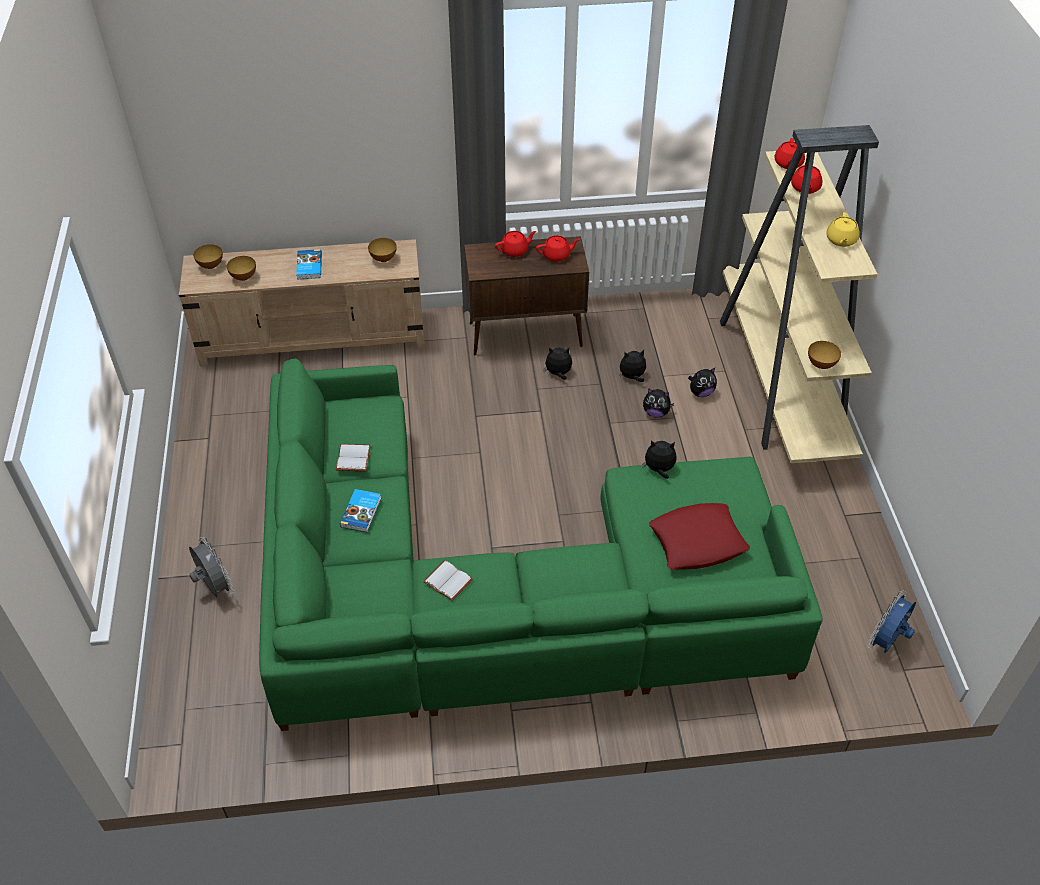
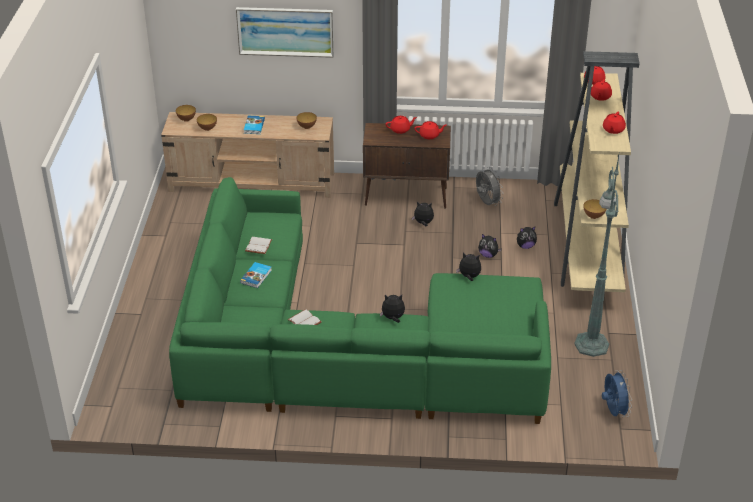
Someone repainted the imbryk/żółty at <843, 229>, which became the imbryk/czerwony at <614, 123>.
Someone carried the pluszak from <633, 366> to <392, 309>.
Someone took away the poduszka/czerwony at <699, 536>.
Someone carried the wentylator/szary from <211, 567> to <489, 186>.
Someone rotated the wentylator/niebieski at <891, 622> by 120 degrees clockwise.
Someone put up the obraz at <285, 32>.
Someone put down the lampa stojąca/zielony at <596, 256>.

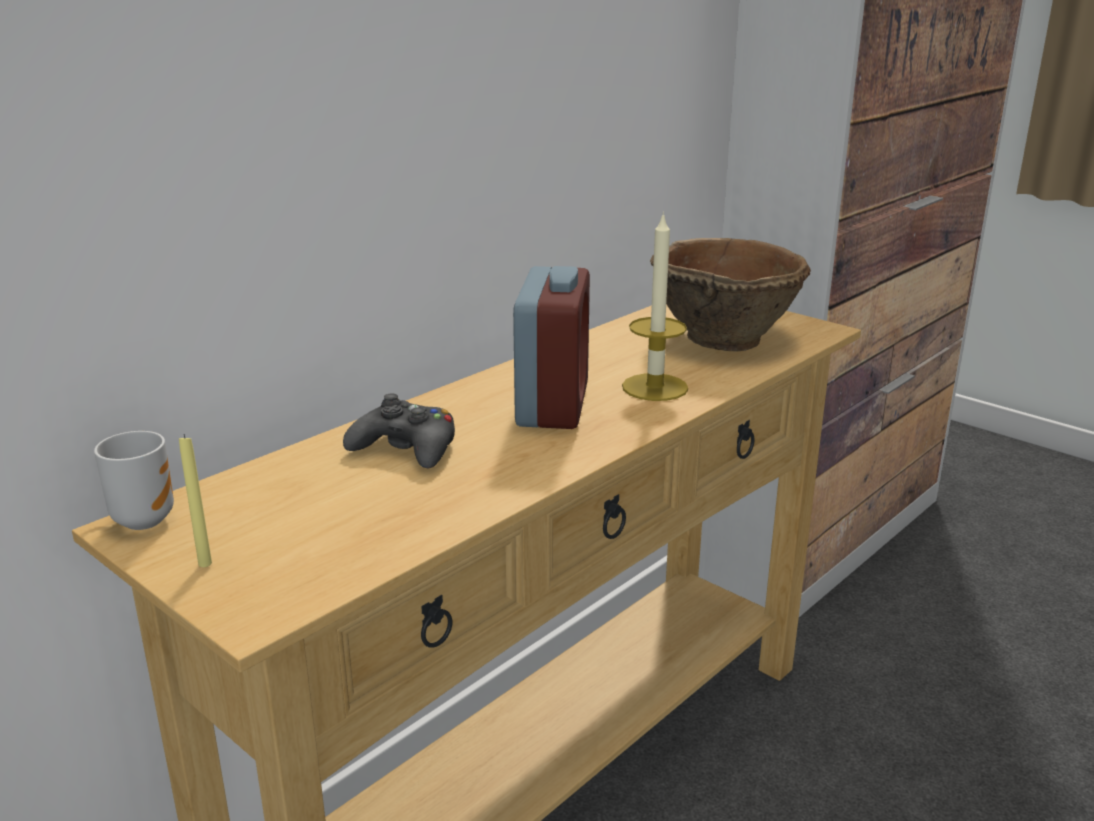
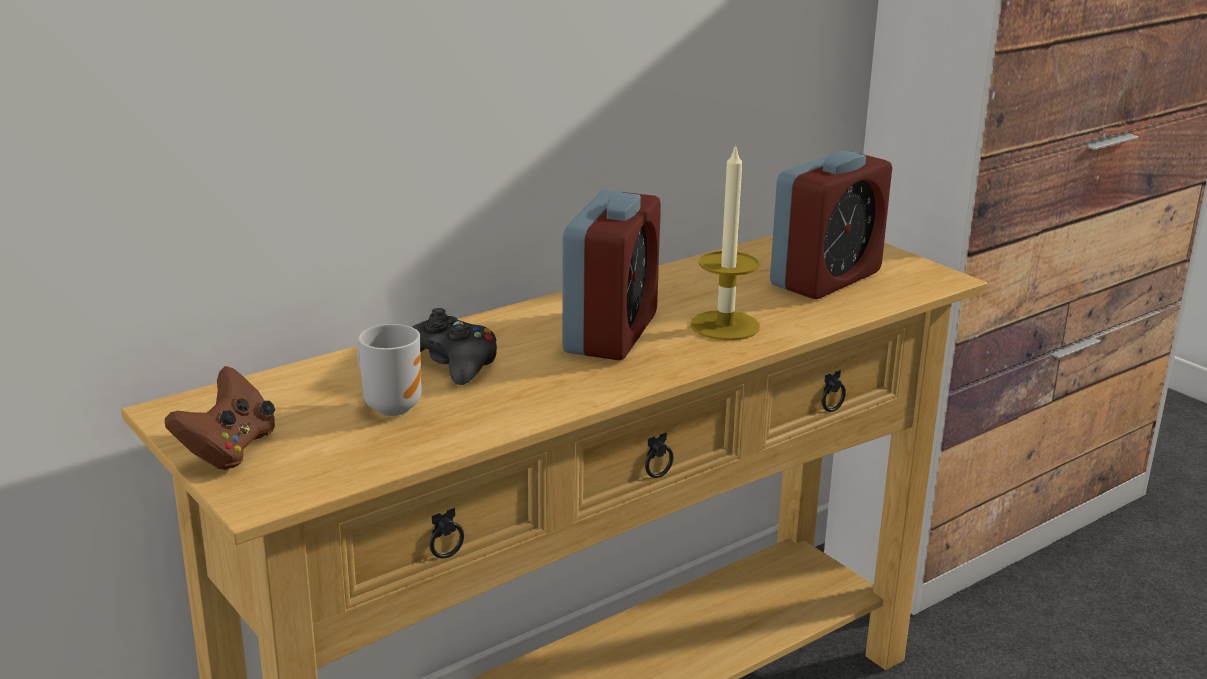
Someone swapped the miska/brązowy at <730, 295> for the budzik at <831, 224>.
Someone carried the kubek from <134, 480> to <389, 370>.
Someone swapped the świeca/żółty at <195, 500> for the pad do gier/brązowy at <220, 418>.

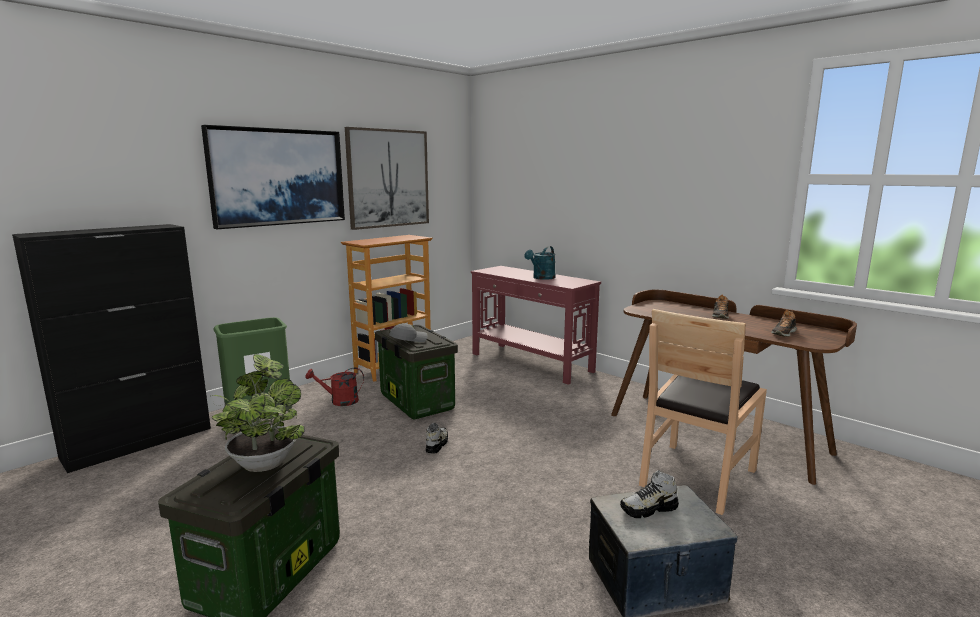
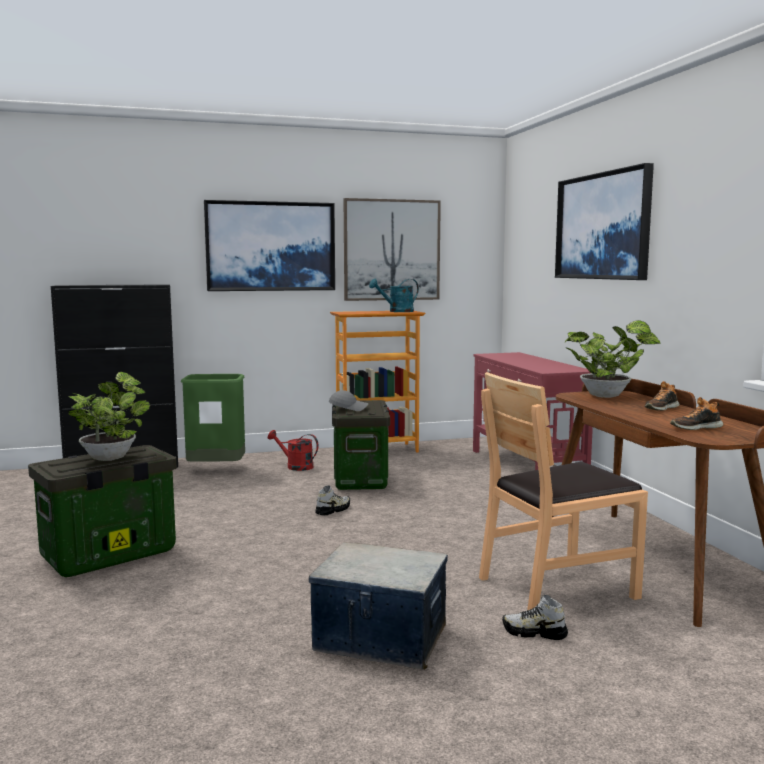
Someone carried the konewka/turkusowy from <539, 263> to <394, 295>.
Someone carried the but from <649, 494> to <535, 617>.
Someone put up the obraz at <604, 221>.
Someone put down the roślina doniczkowa at <613, 359>.

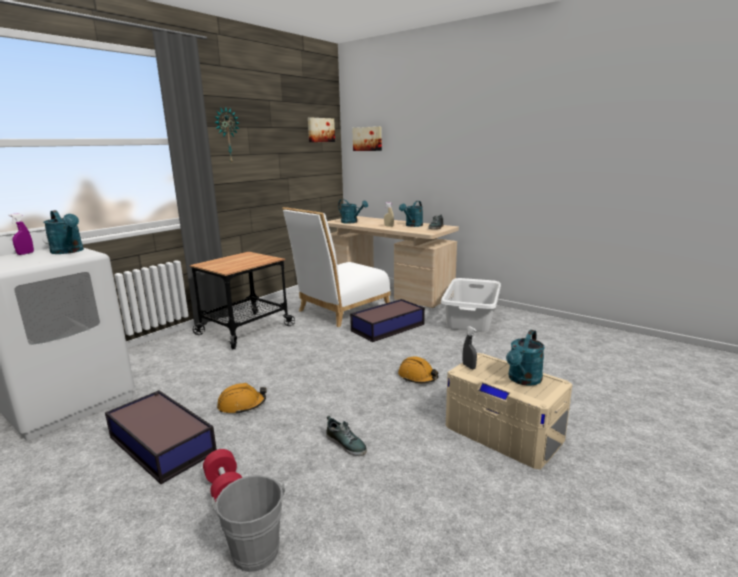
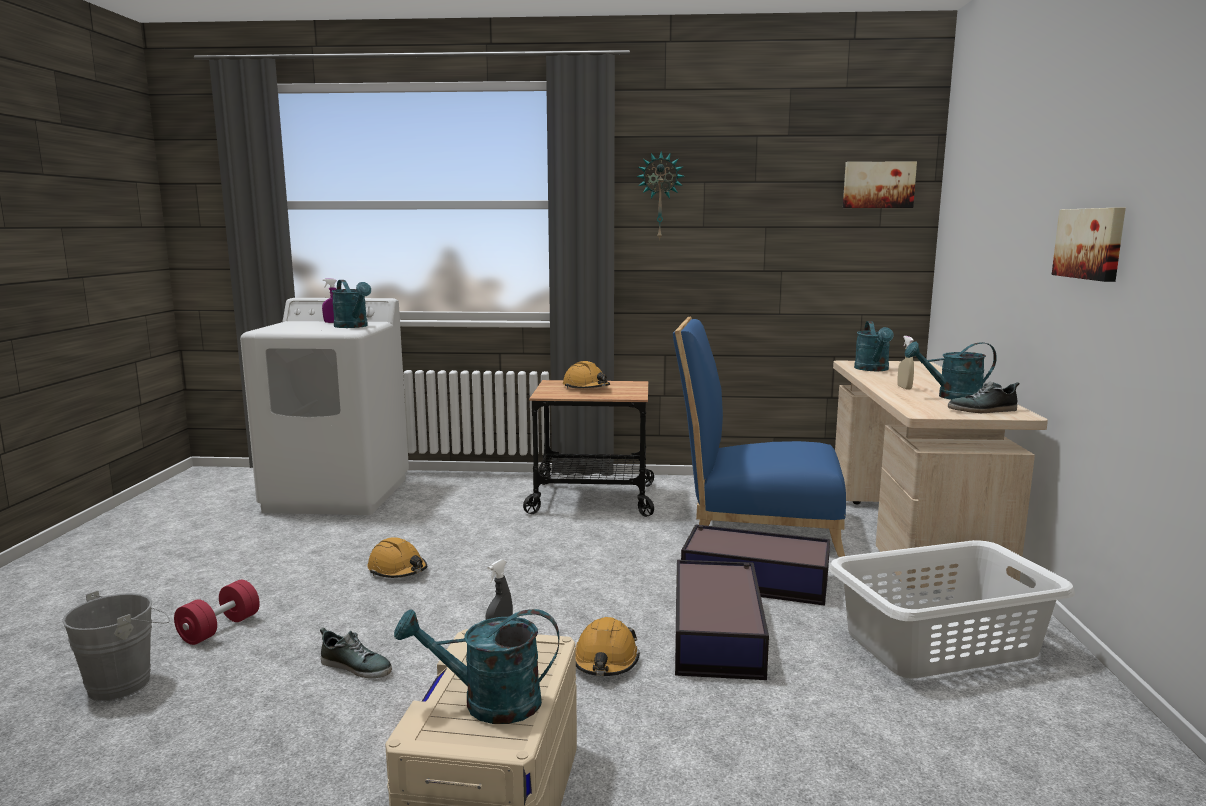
Someone carried the obraz from <367, 139> to <1089, 245>.
Someone repainted the krzesło/biały at <336, 267>, which became the krzesło/niebieski at <759, 436>.
Someone rotated the konewka/turkusowy at <63, 232> by 45 degrees counterclockwise.
Someone carried the pojemnik do przechowywania from <161, 437> to <722, 620>.
Someone rotated the but at <346, 436> by 75 degrees counterclockwise.
Someone put down the kask/pomarańczowy at <586, 375>.

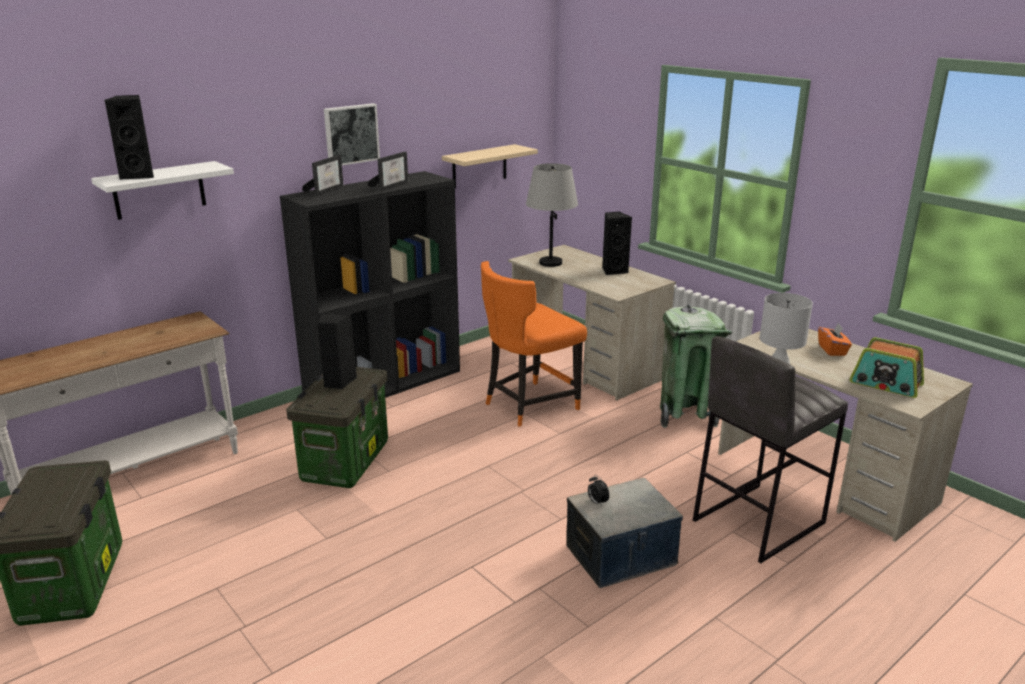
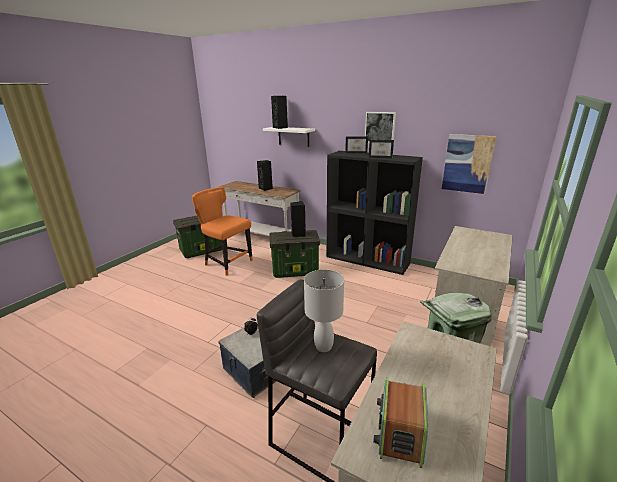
Someone swapped the półka/beżowy at <490, 166> for the obraz at <469, 164>.
Someone took away the lampa stołowa/szary at <552, 215>.
Someone carried the głośnik/czarny from <617, 243> to <265, 175>.
Someone carried the krzesło/pomarańczowy from <534, 344> to <222, 231>.
Someone took away the pudełko chusteczek/pomarańczowy at <835, 339>.

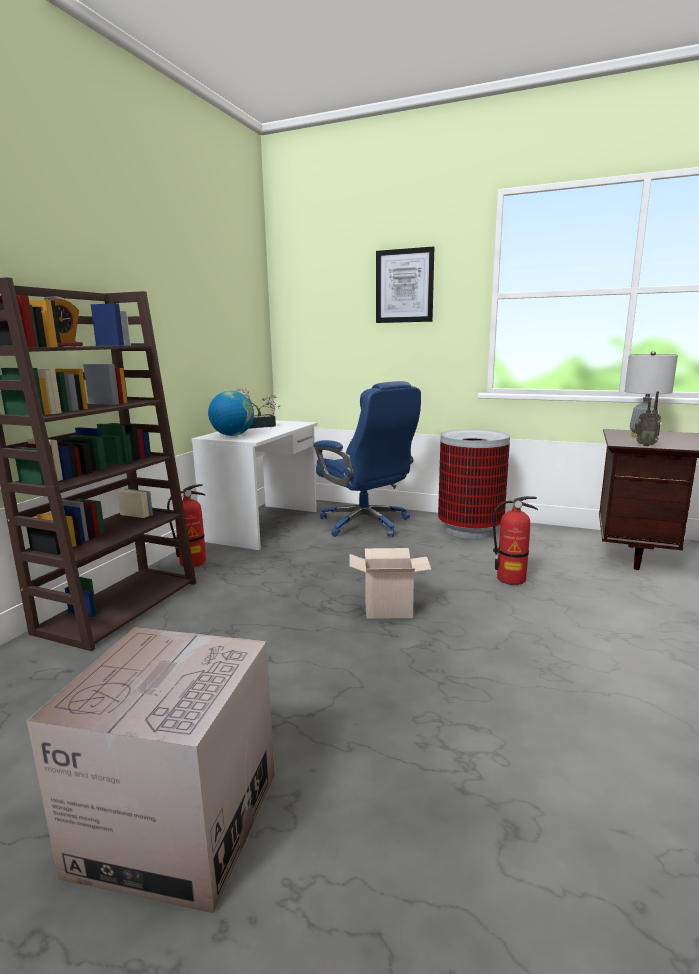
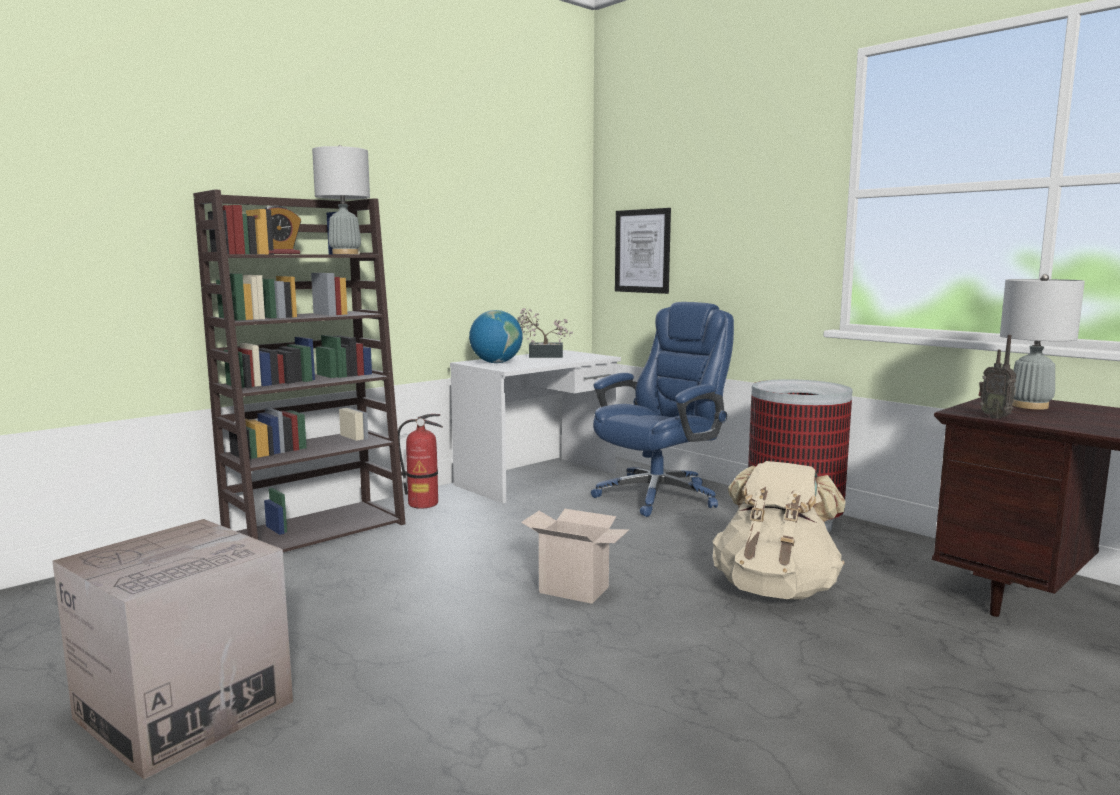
Someone carried the obraz from <405, 284> to <643, 251>.
Someone rotated the krzesło biurowe/niebieski at <367, 459> by 120 degrees counterclockwise.
Someone swapped the gaśnica at <515, 540> for the plecak/beżowy at <779, 530>.
Someone put down the lampa stołowa/szary at <341, 199>.

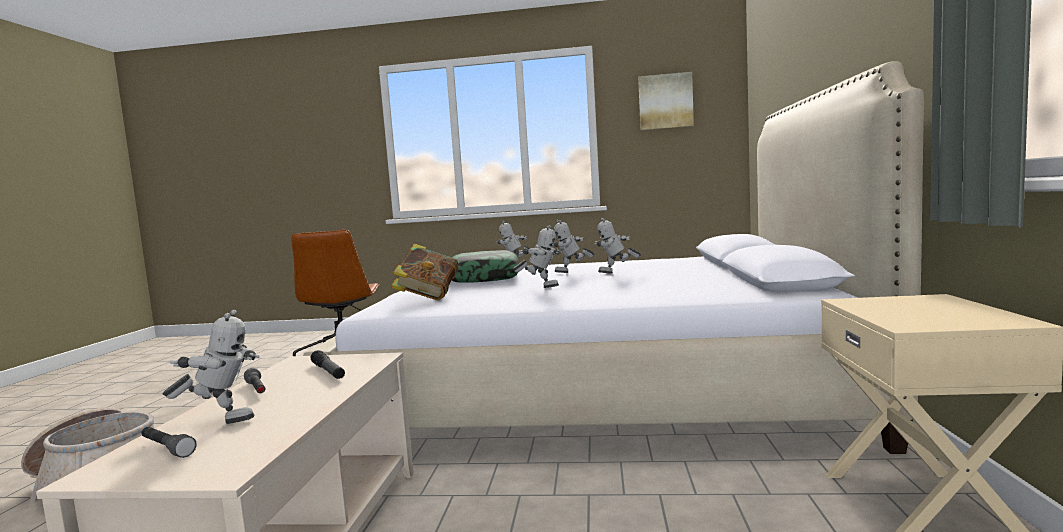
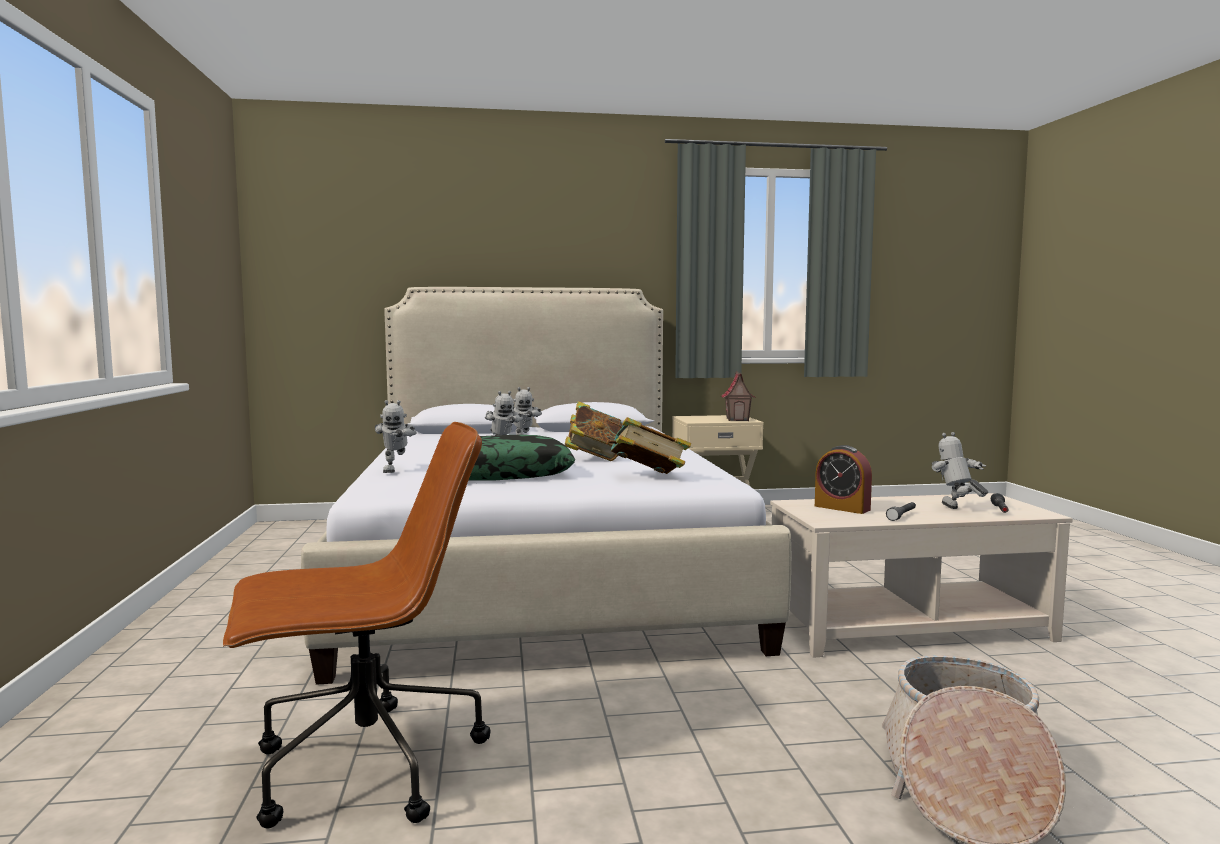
Someone took away the obraz at <666, 101>.
Someone swapped the robot zabawkowy at <537, 256> for the książka at <594, 431>.
Someone swapped the latarka at <328, 364> for the budzik at <843, 479>.
Someone put down the domek at <738, 396>.

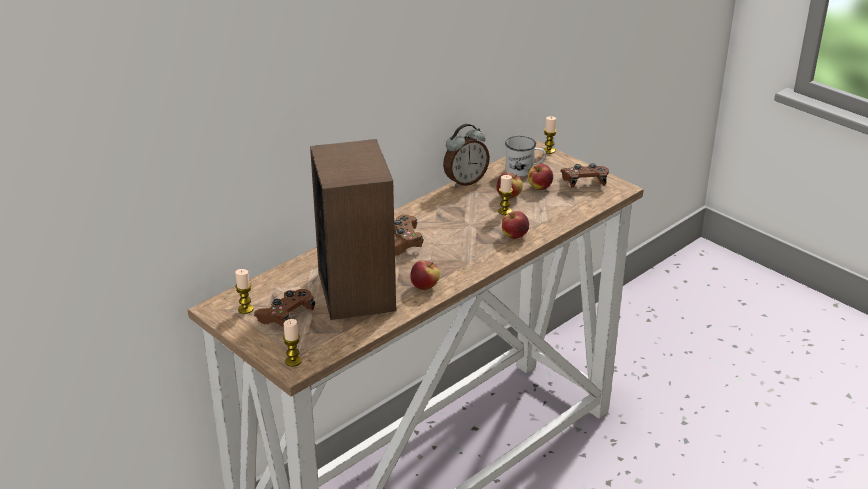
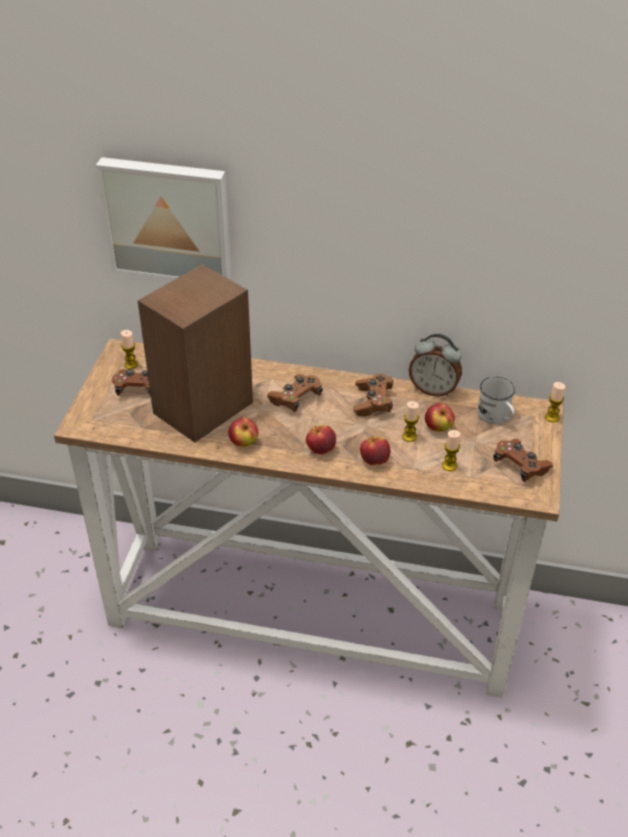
Someone carried the jabłko from <540, 177> to <321, 439>.
Someone carried the świeca from <292, 343> to <451, 450>.
Someone put up the obraz at <164, 218>.
Someone put down the pad do gier/brązowy at <374, 394>.

